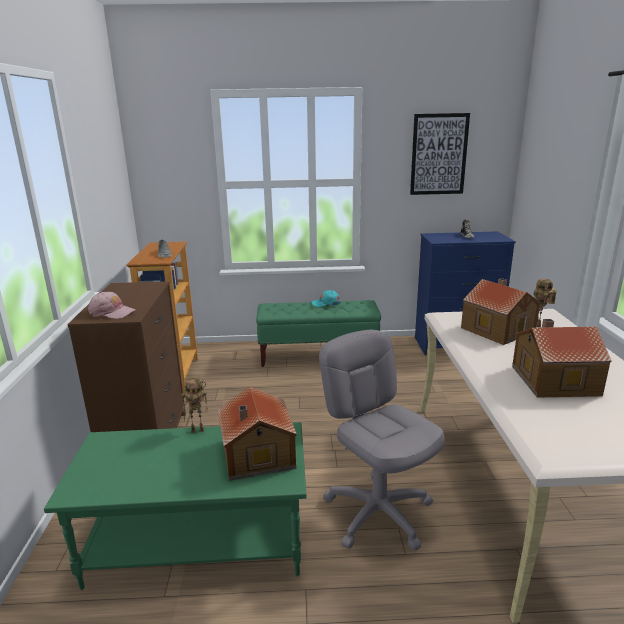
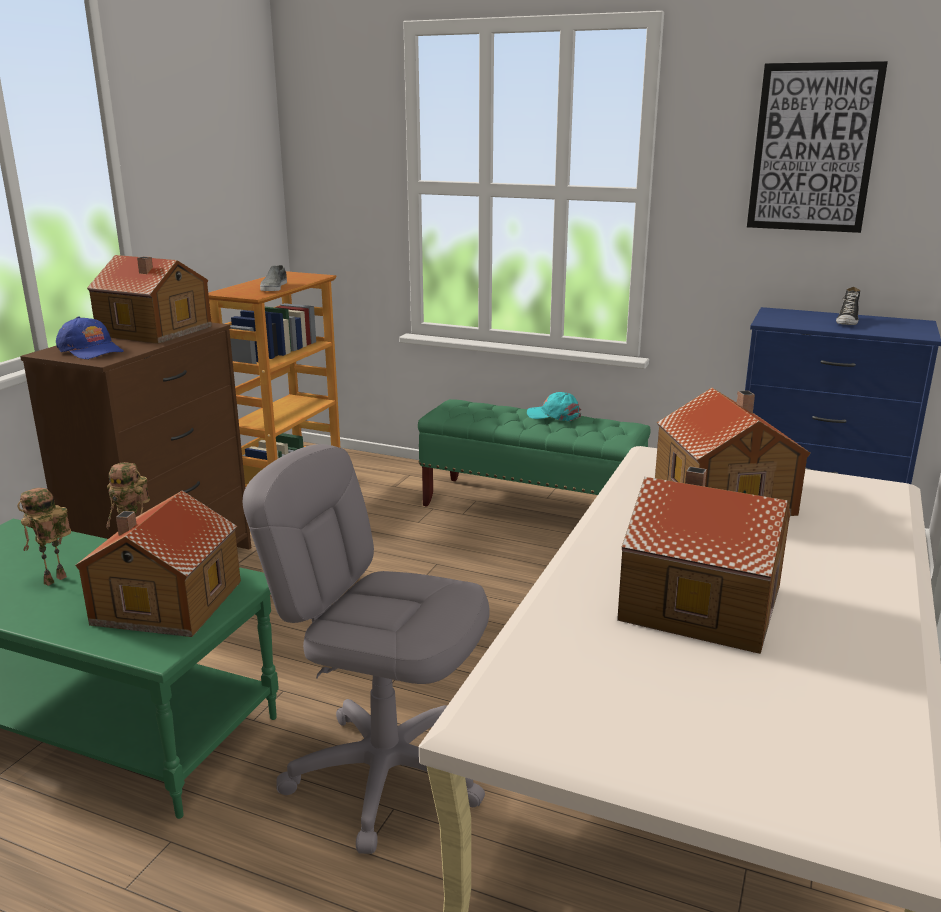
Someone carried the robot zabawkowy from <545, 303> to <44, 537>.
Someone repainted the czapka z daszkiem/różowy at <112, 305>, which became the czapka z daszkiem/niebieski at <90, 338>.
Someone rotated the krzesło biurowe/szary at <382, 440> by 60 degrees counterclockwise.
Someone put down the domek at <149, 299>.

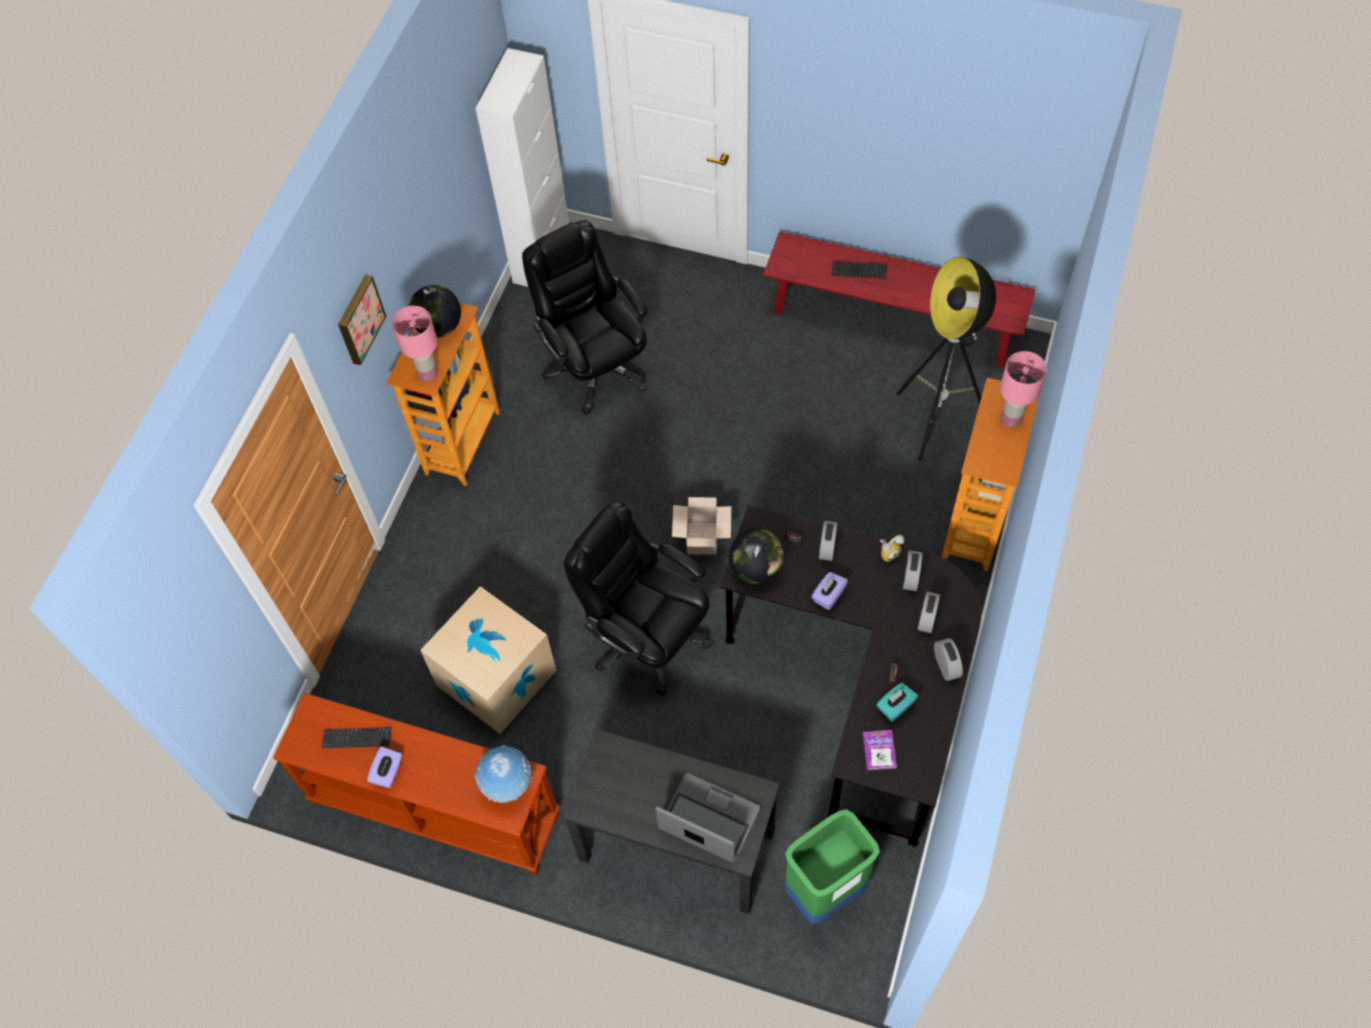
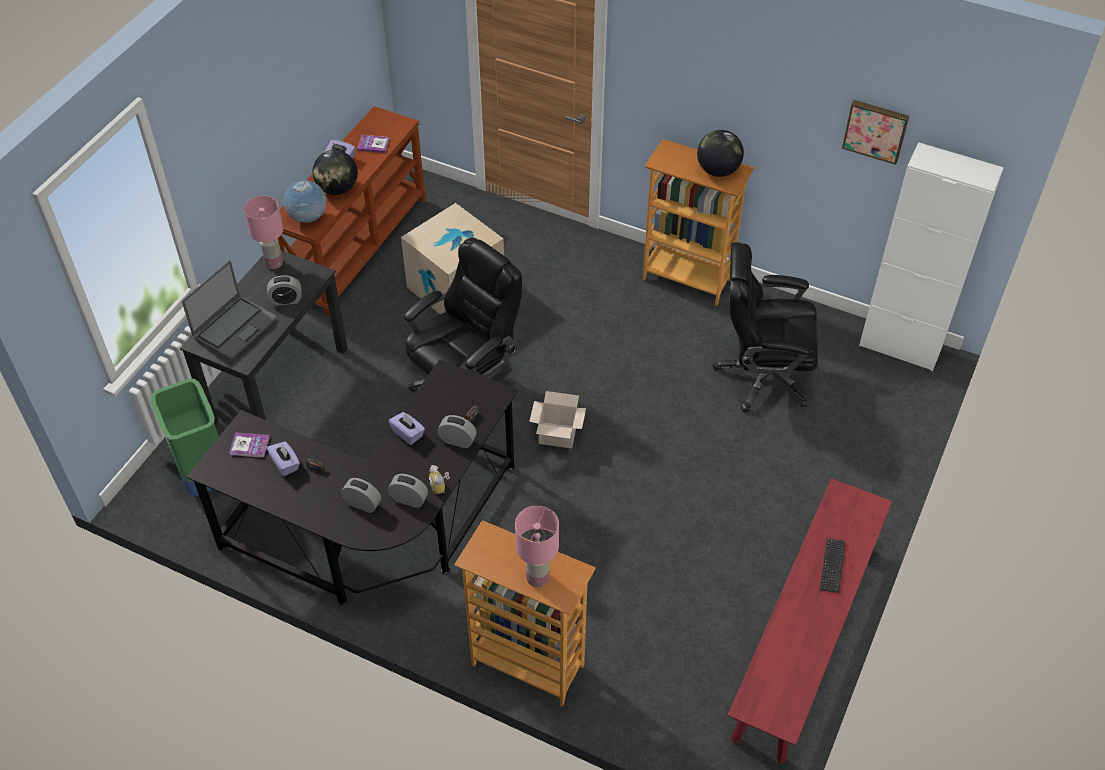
Someone rotated the krzesło biurowe/czarny at <585, 317> by 150 degrees counterclockwise.
Someone took away the lampa stojąca at <946, 359>.
Someone carried the obraz from <362, 319> to <875, 132>.
Someone carried the lampa stołowa/różowy from <415, 343> to <263, 232>.
Someone carried the globus from <757, 556> to <335, 172>.
Someone carried the budzik from <948, 659> to <284, 290>.
Someone repainted the pudełko chusteczek/turkusowy at <897, 702>, which became the pudełko chusteczek/fioletowy at <283, 458>.
Someone swapped the klawiatura at <356, 737> for the książka at <373, 144>.

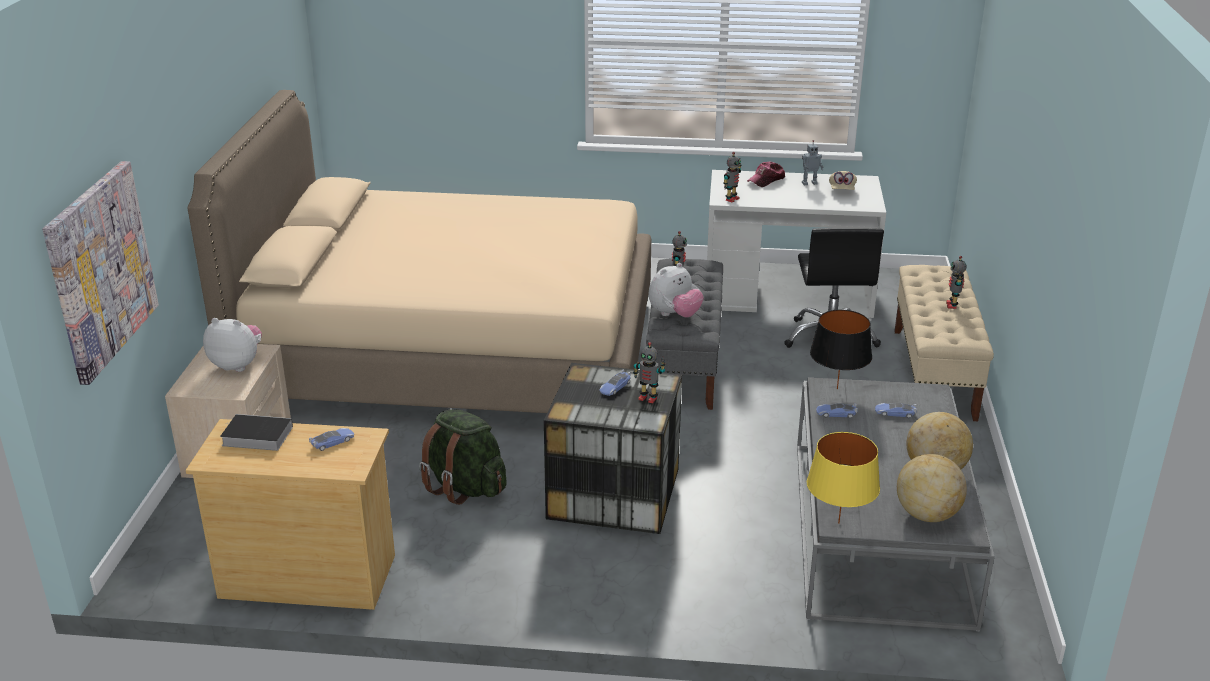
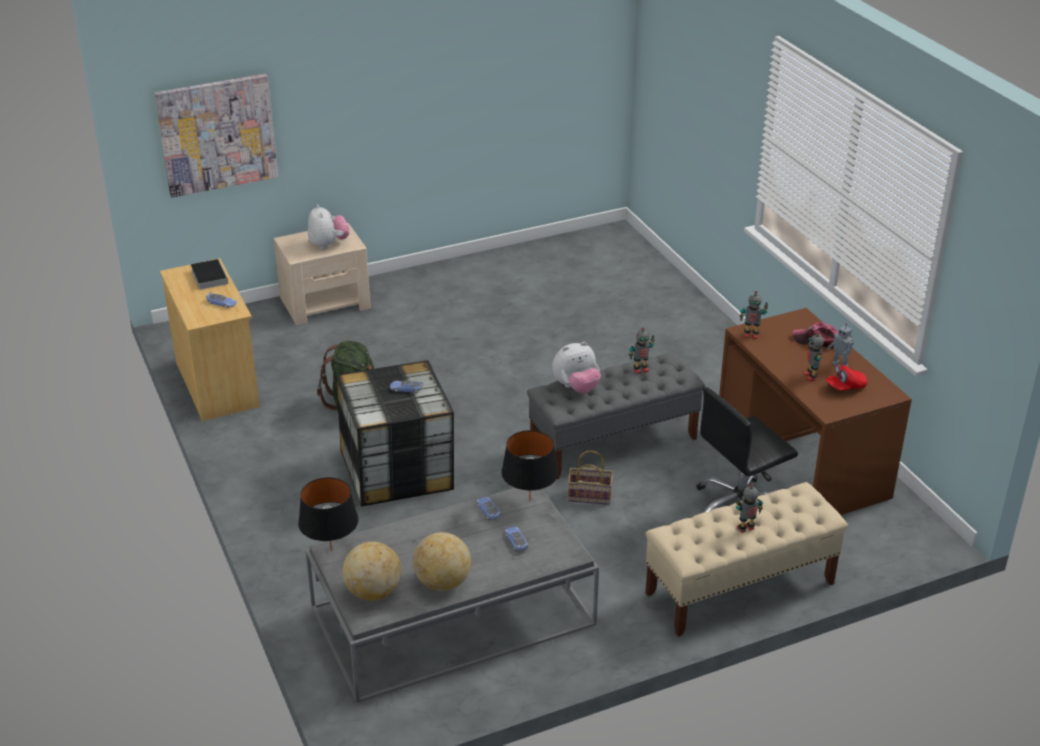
Someone took away the łóżko/beżowy at <419, 251>.
Someone repainted the biurko/biały at <796, 244>, which became the biurko/brązowy at <815, 411>.
Someone repainted the czapka z daszkiem/beżowy at <843, 180>, which became the czapka z daszkiem/czerwony at <846, 377>.
Someone rotated the pluszak at <676, 290> by 45 degrees counterclockwise.
Someone carried the robot zabawkowy from <649, 372> to <814, 356>.
Someone repainted the lampa stołowa/żółty at <843, 478>, which became the lampa stołowa/czarny at <328, 514>.
Someone put down the koszyk at <590, 477>.

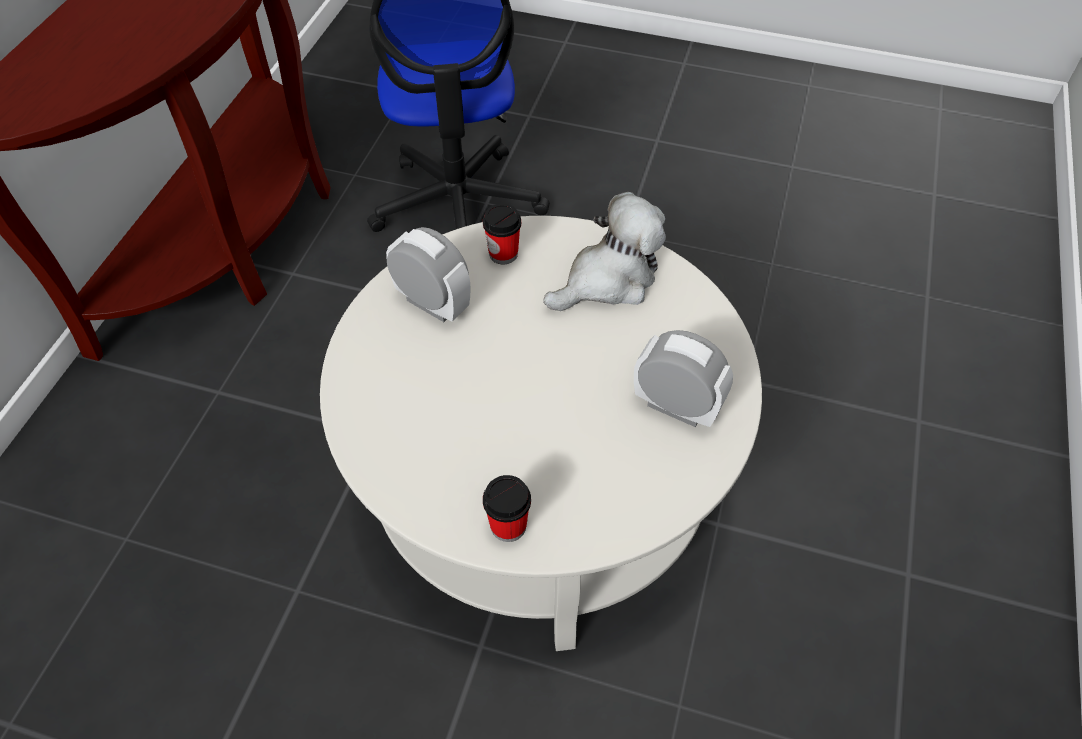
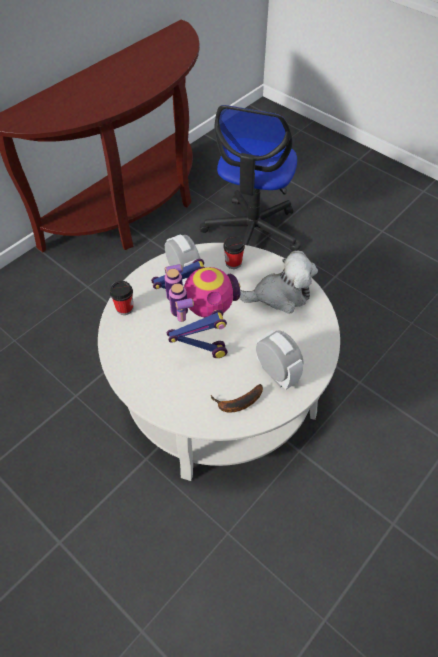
Someone carried the filiżanka from <507, 508> to <121, 298>.
Someone put down the robot zabawkowy at <195, 308>.
Someone put down the banan at <237, 398>.

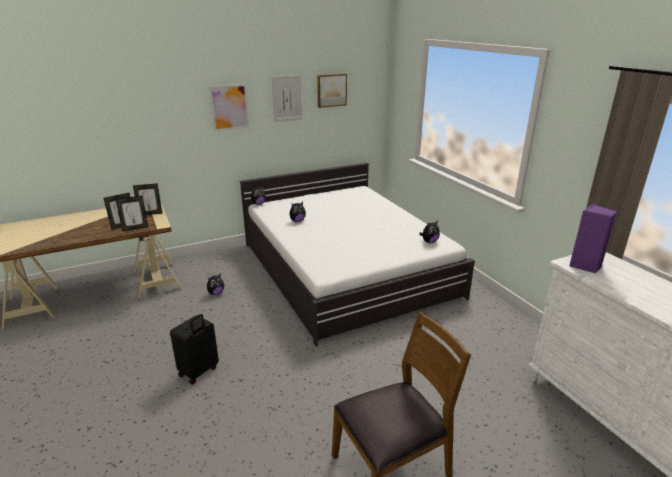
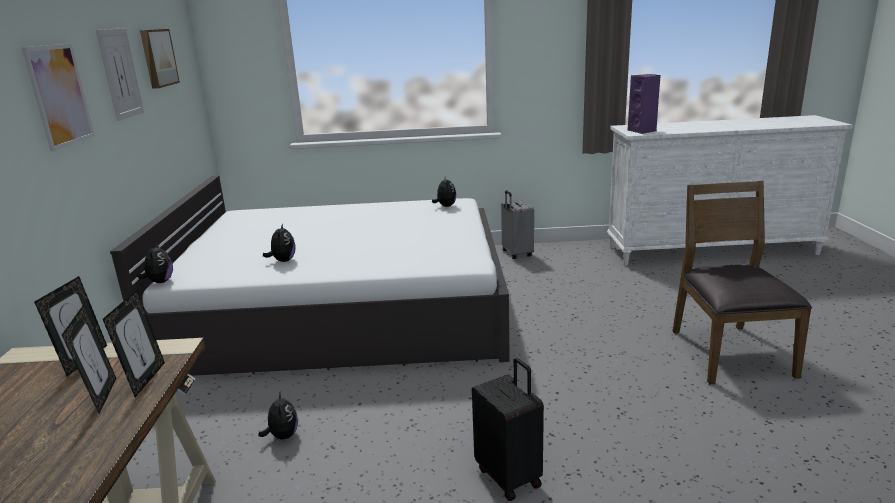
Someone put down the walizka/szary at <517, 224>.

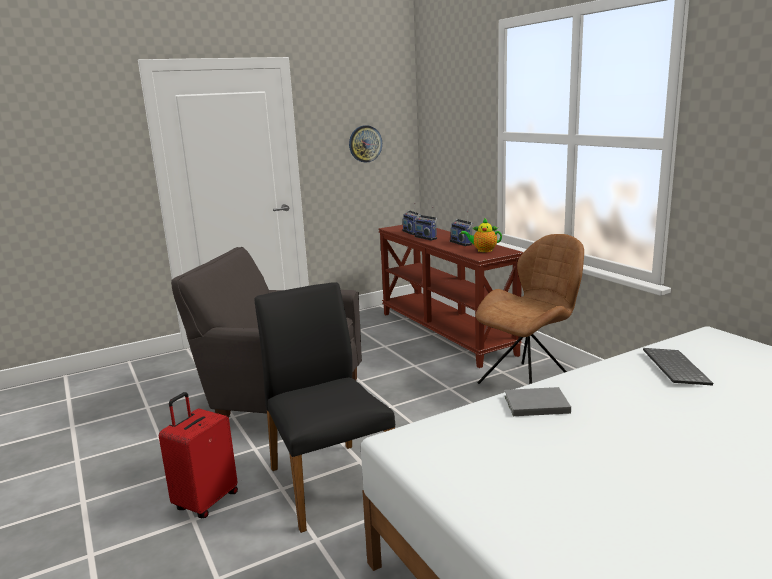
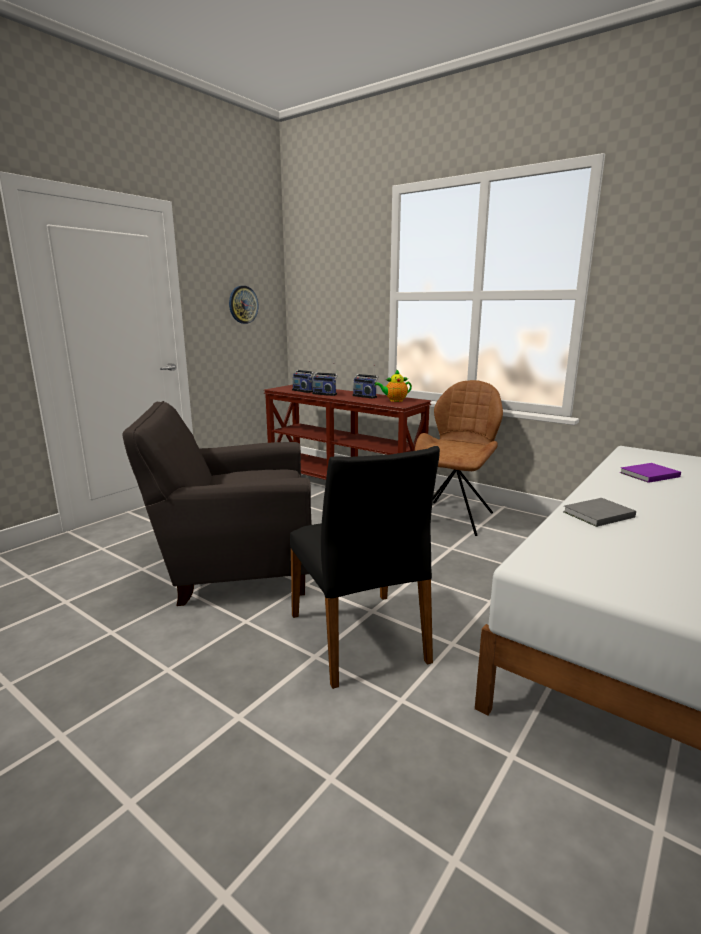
Someone rotated the krzesło/czarny at <324, 407> by 150 degrees counterclockwise.
Someone swapped the klawiatura at <678, 366> for the książka/fioletowy at <650, 473>.
Someone took away the walizka/czerwony at <198, 455>.

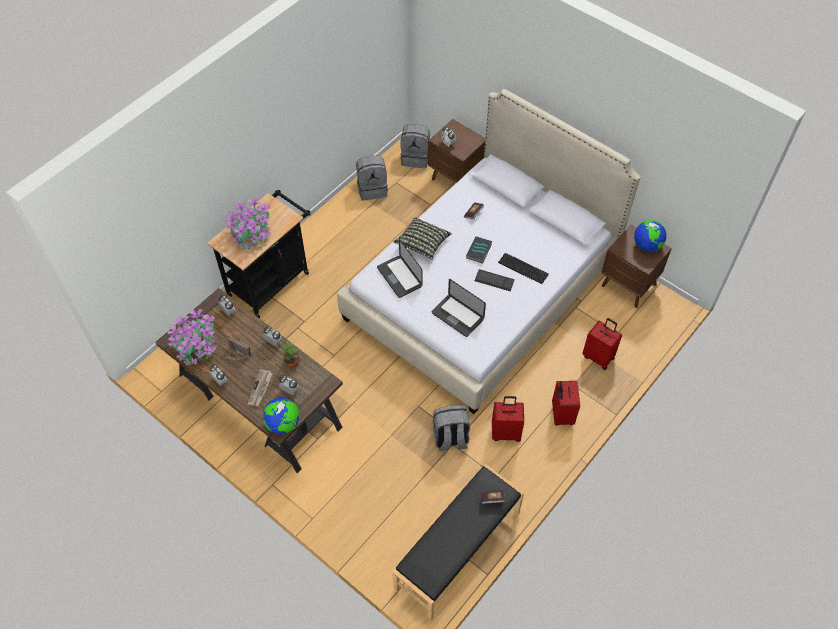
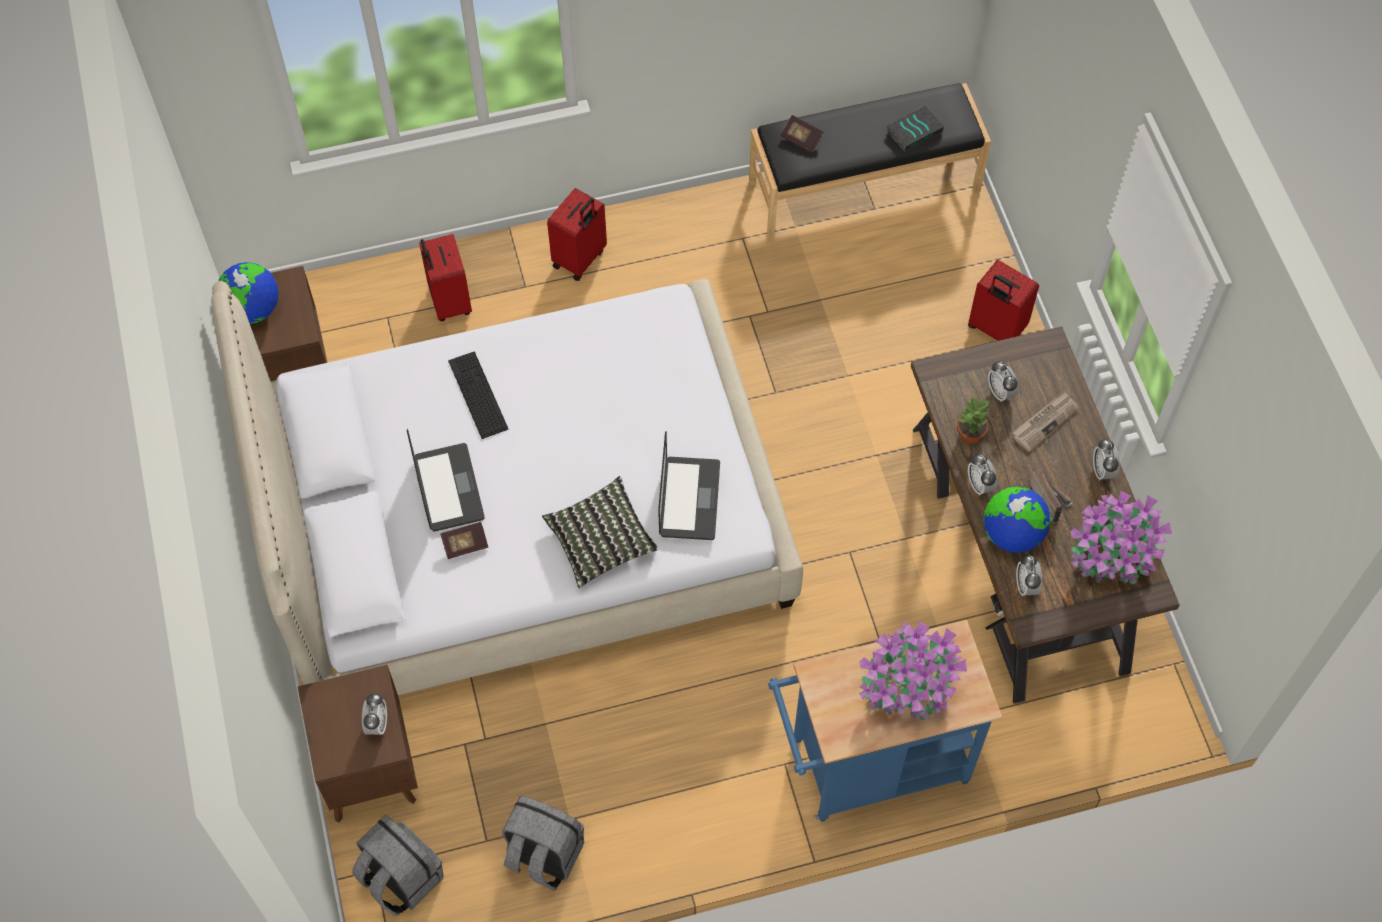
Someone repainted the wózek/czarny at <259, 254>, which became the wózek/niebieski at <885, 721>.
Someone carried the książka from <479, 250> to <915, 128>.
Someone took away the klawiatura at <494, 280>.
Someone carried the laptop from <459, 308> to <446, 480>.
Someone carried the walizka/czerwony from <508, 419> to <1003, 300>.
Someone carried the globus from <281, 415> to <1017, 519>.
Someone took away the plecak/szary at <451, 428>.

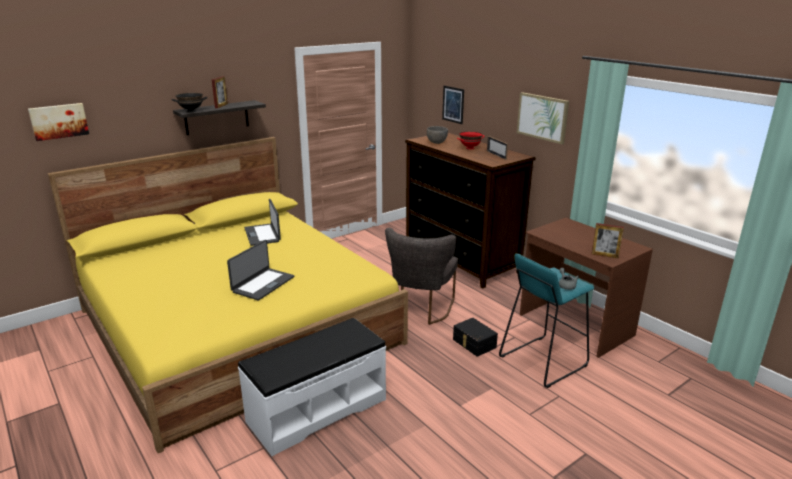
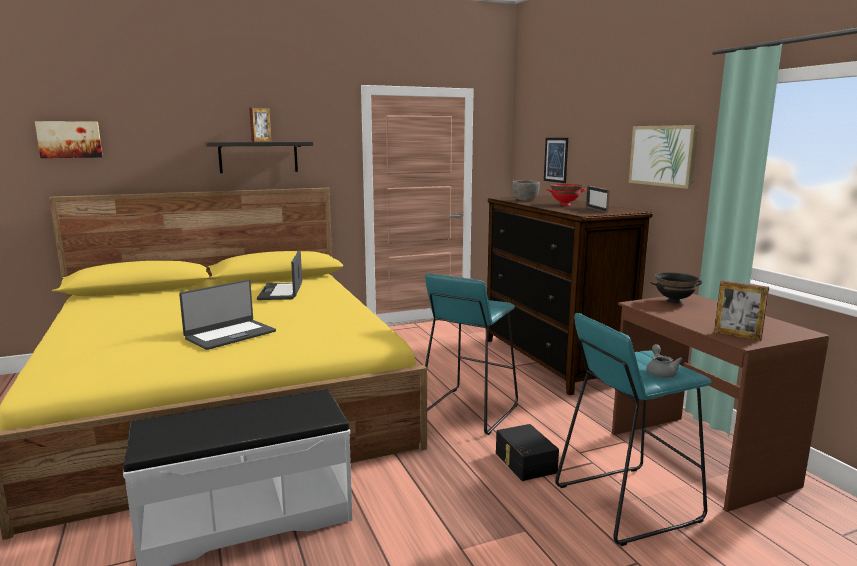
Someone carried the miska/czarny from <190, 102> to <676, 288>.
Someone swapped the krzesło/szary at <421, 276> for the stołek/turkusowy at <471, 354>.

